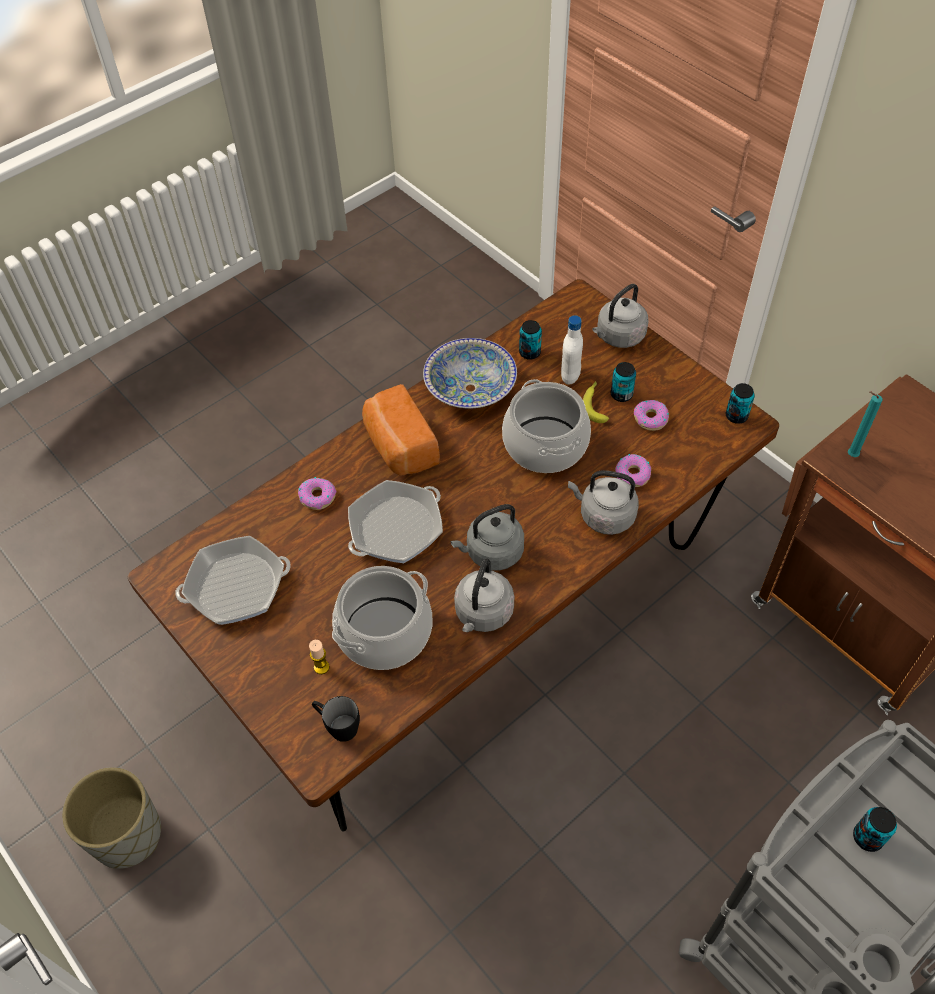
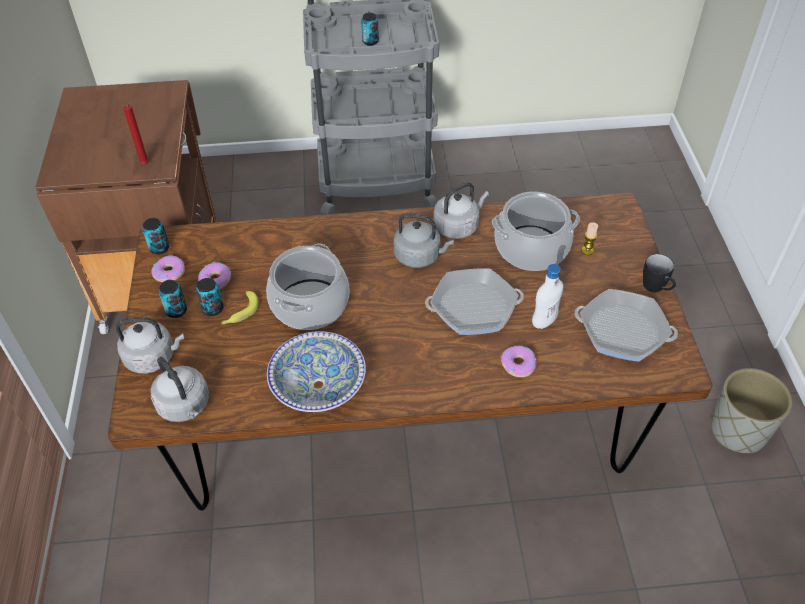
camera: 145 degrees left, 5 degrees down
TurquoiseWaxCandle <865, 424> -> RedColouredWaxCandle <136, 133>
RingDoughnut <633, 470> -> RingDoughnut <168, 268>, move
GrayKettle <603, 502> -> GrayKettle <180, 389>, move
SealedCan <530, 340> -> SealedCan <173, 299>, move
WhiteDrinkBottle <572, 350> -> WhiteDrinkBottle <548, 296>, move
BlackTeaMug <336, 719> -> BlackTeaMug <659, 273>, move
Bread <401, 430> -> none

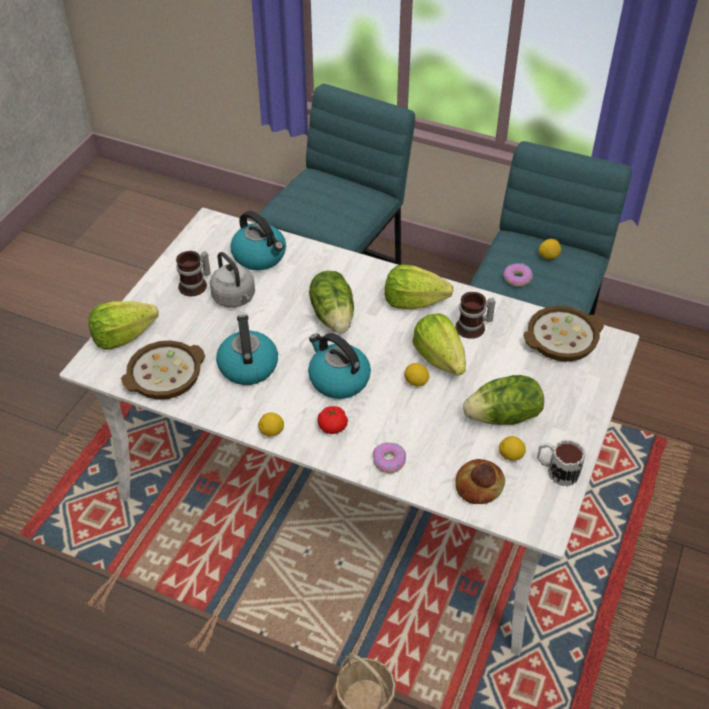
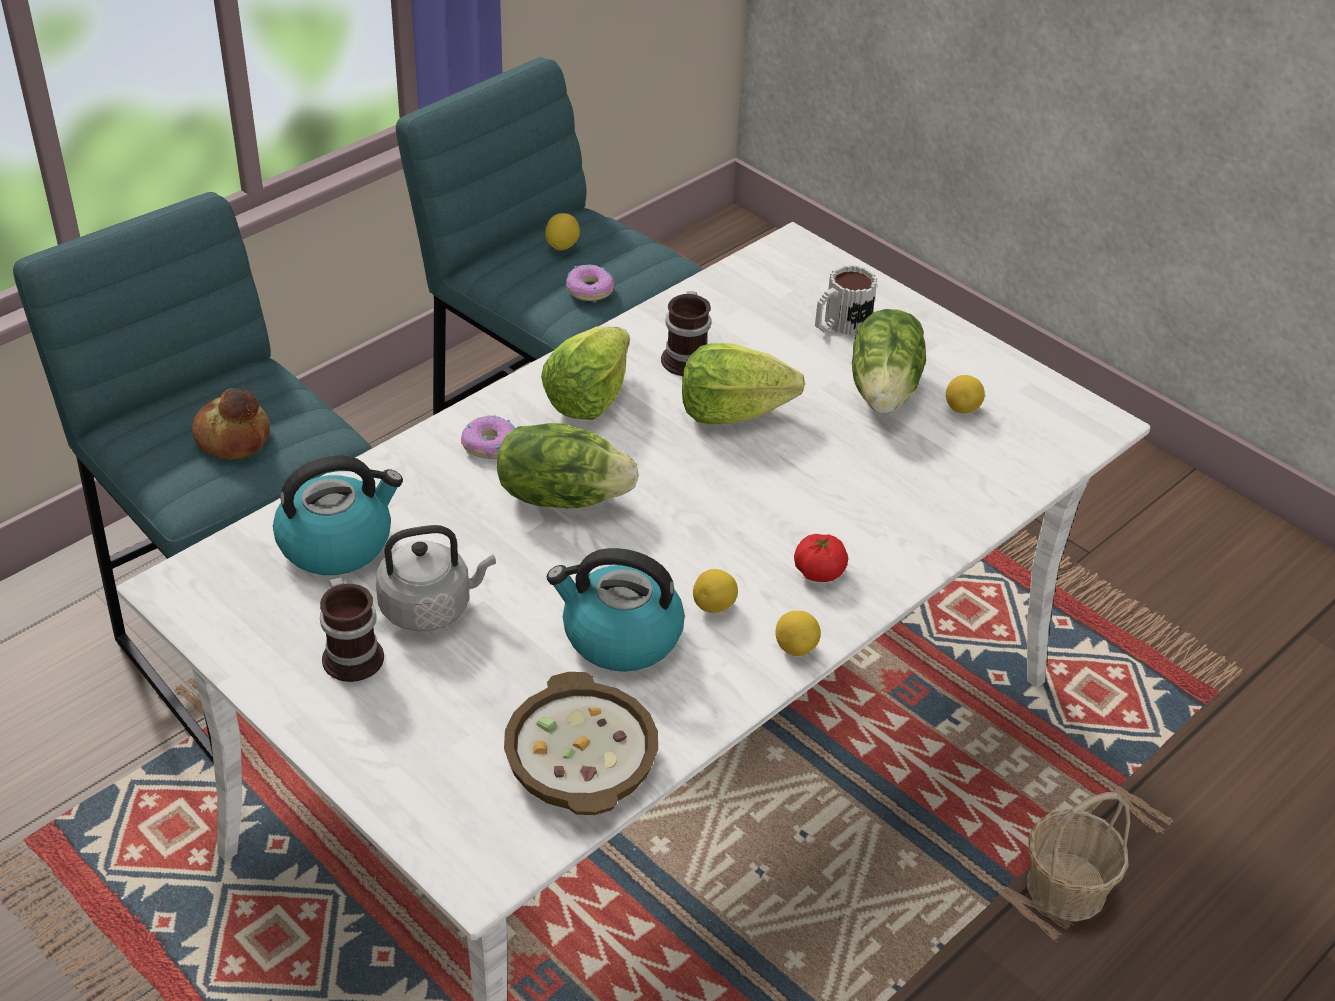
camera: 70 degrees left, 5 degrees down
Bread <480, 481> -> Bread <231, 423>, move
RingDoughnut <389, 458> -> RingDoughnut <488, 437>, move
CitrusFruit <417, 374> -> CitrusFruit <715, 591>, move
TeaMug <561, 463> -> TeaMug <846, 300>, move
HeadOfLettuce <123, 325> -> none
Kettle <339, 366> -> none
Bowl <563, 334> -> none

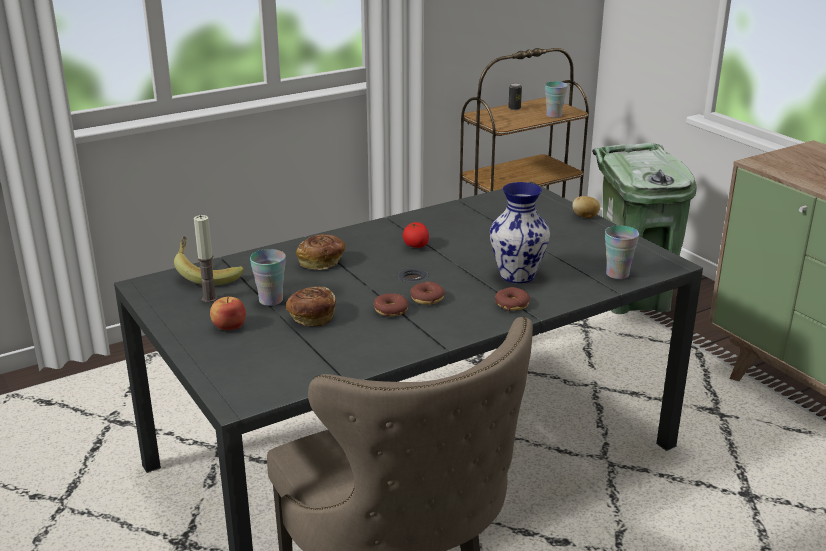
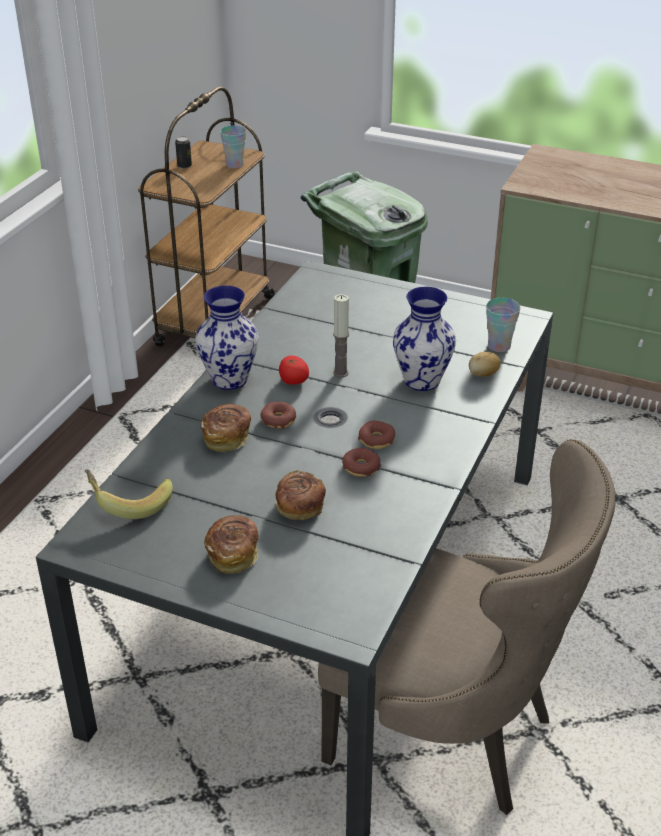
camera: 35 degrees left, 10 degrees up
none -> DecorativeVase <227, 337>
WholeApple <228, 313> -> Bread <231, 544>
RingDoughnut <512, 299> -> RingDoughnut <278, 415>, move
WaxCandle <205, 259> -> WaxCandle <341, 336>, move
Potato <586, 207> -> Potato <485, 364>, move
Cup <268, 277> -> none

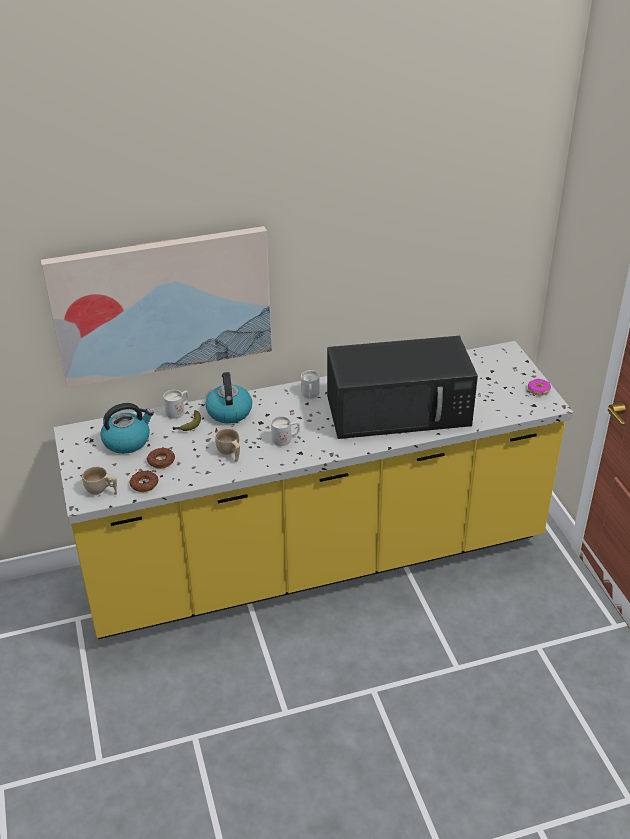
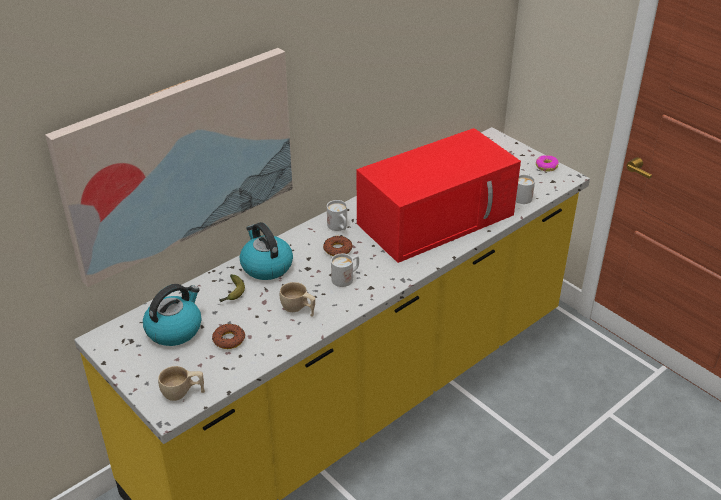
camera: 25 degrees left, 0 degrees up
RingDoughnut <144, 481> -> RingDoughnut <337, 246>, move
BlackKitchenMicrowave <402, 387> -> RedColouredKitchenMicrowave <439, 195>
WhiteTeaMug <176, 404> -> WhiteTeaMug <525, 188>, move

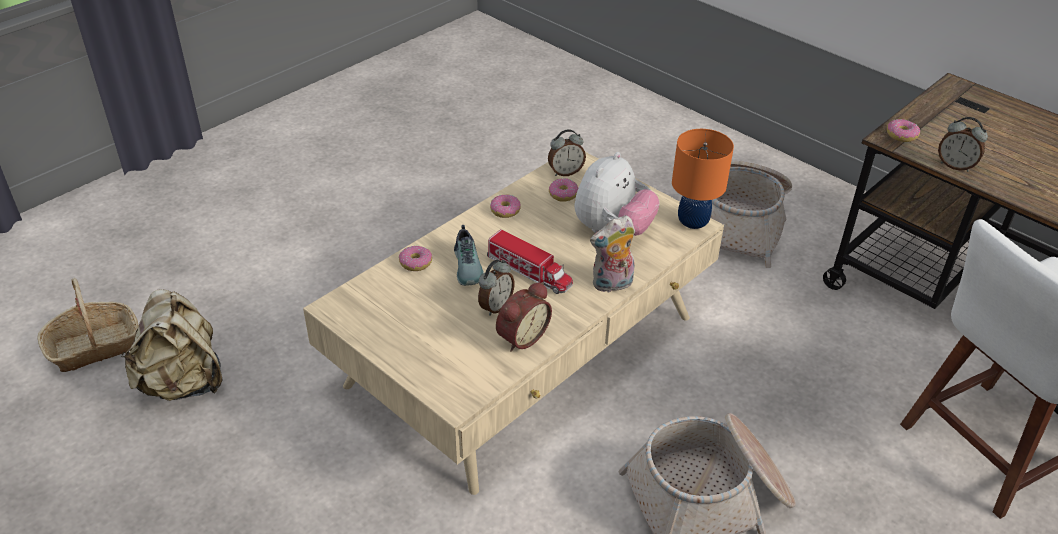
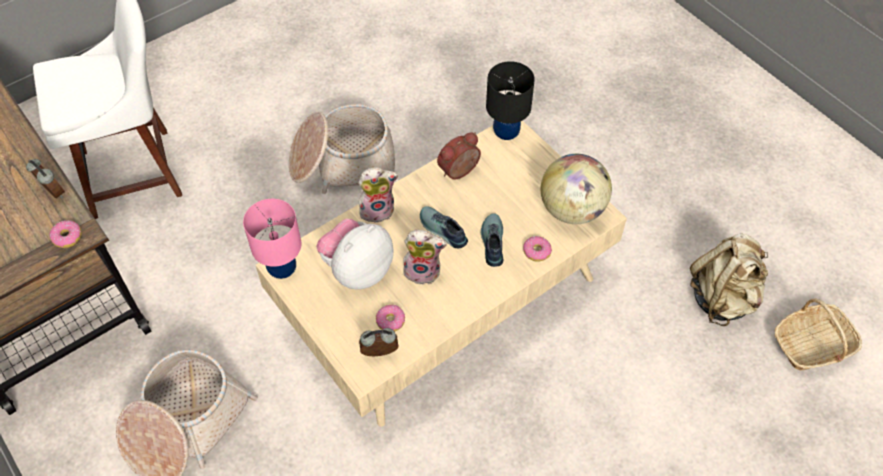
camera: 170 degrees left, 15 degrees up
OrangeColouredTabletopLamp <703, 179> -> PinkishTabletopLamp <272, 239>
none -> CuddlyToy <425, 257>
ToyLorry <530, 261> -> LowShoe <444, 227>
none -> BlackTabletopLamp <510, 100>
none -> DeskGlobe <576, 189>
TableClock <496, 288> -> none
RingDoughnut <505, 206> -> none

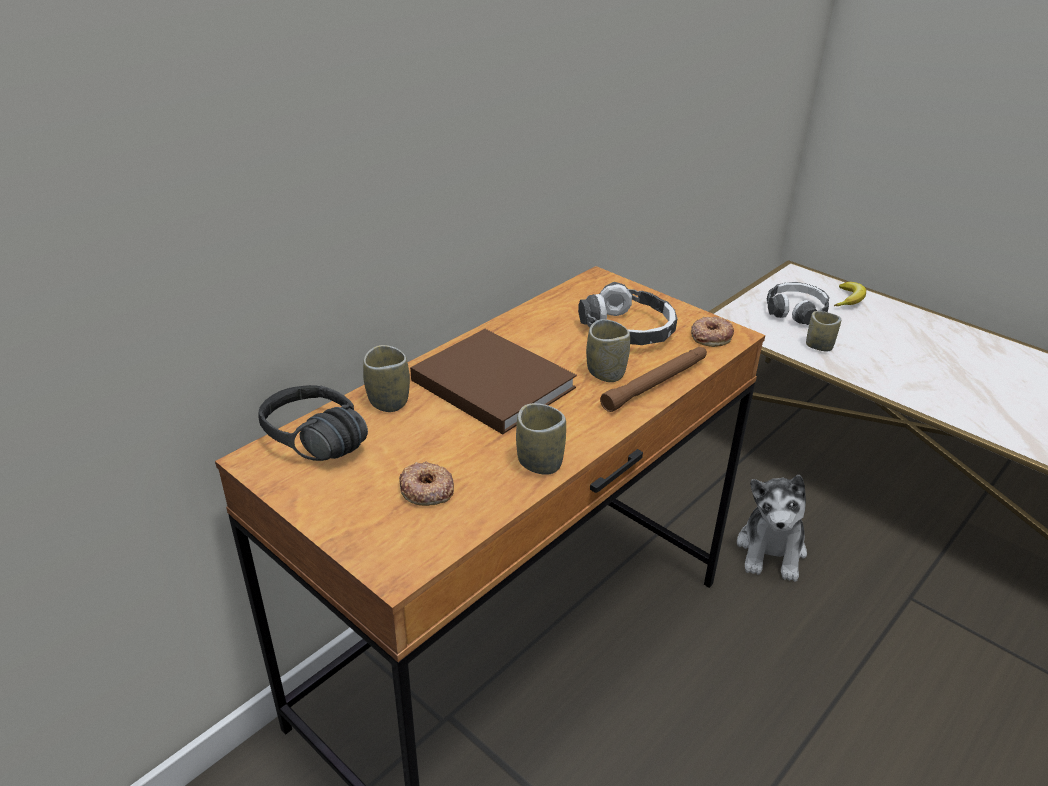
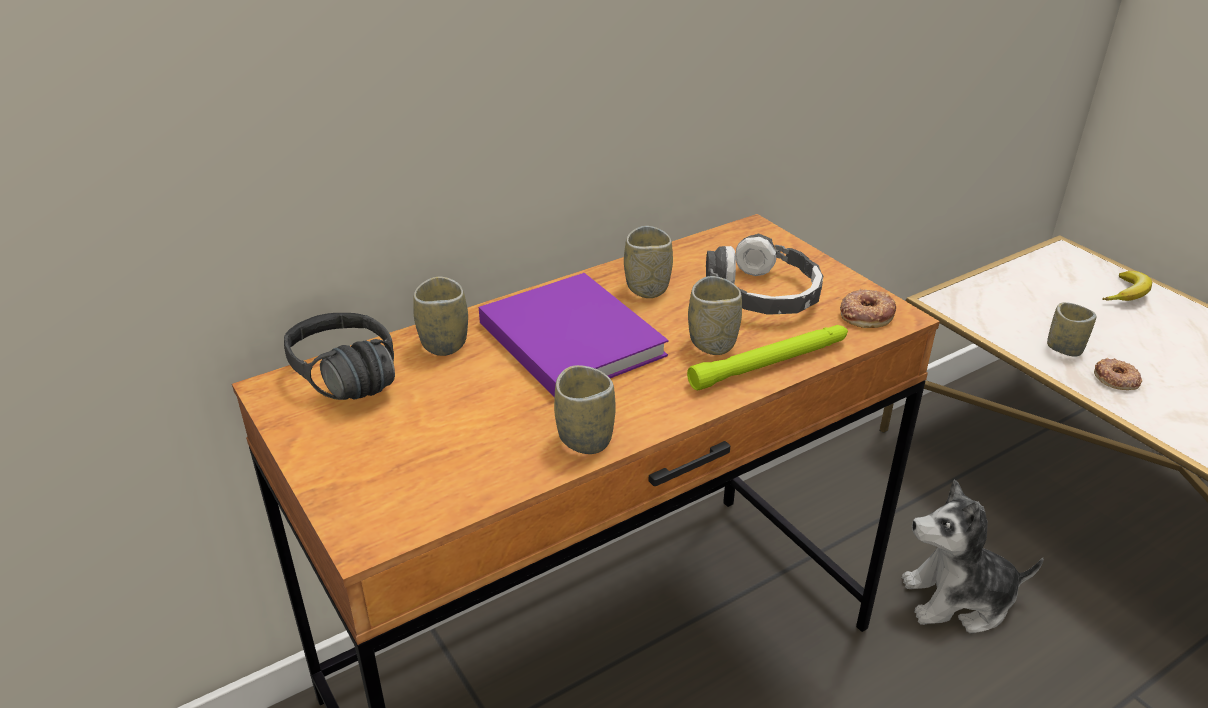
camera: 15 degrees right, 0 degrees up
BrownVolume <493, 382> -> PurplishVolume <574, 335>
none -> Cup <648, 262>
BrownTorch <653, 379> -> GreenTorch <767, 357>
CuddlyToy <772, 528> -> CuddlyToy <973, 556>, 60 degrees clockwise
RingDoughnut <426, 483> -> RingDoughnut <1118, 374>, move
Headset <798, 303> -> none

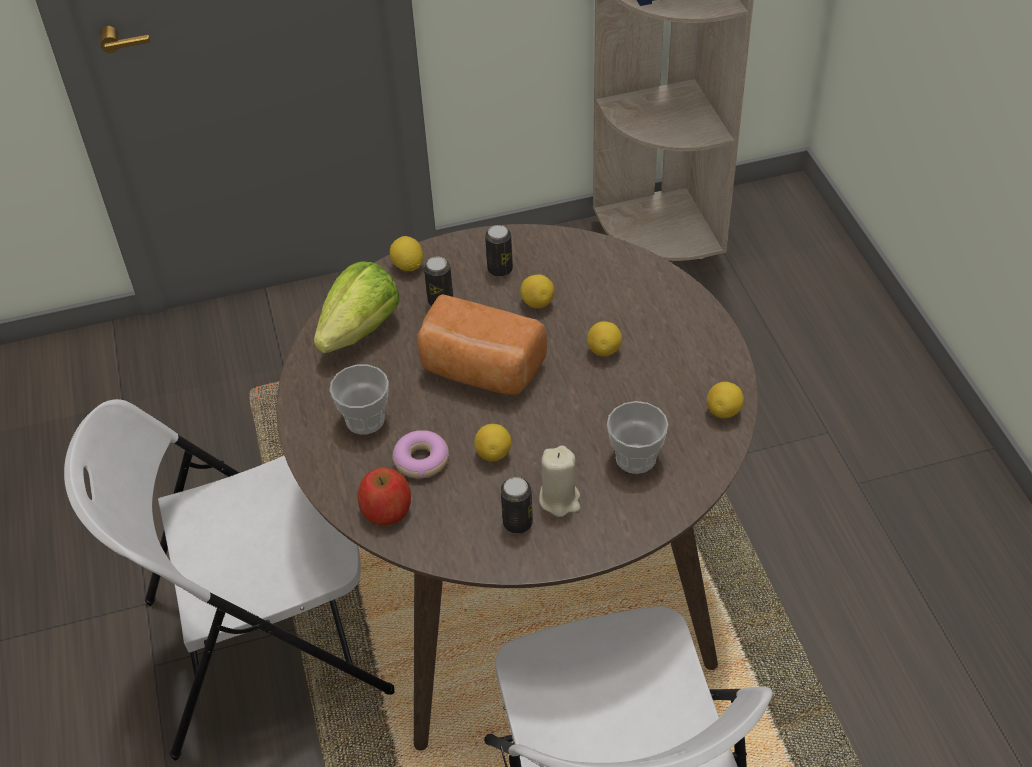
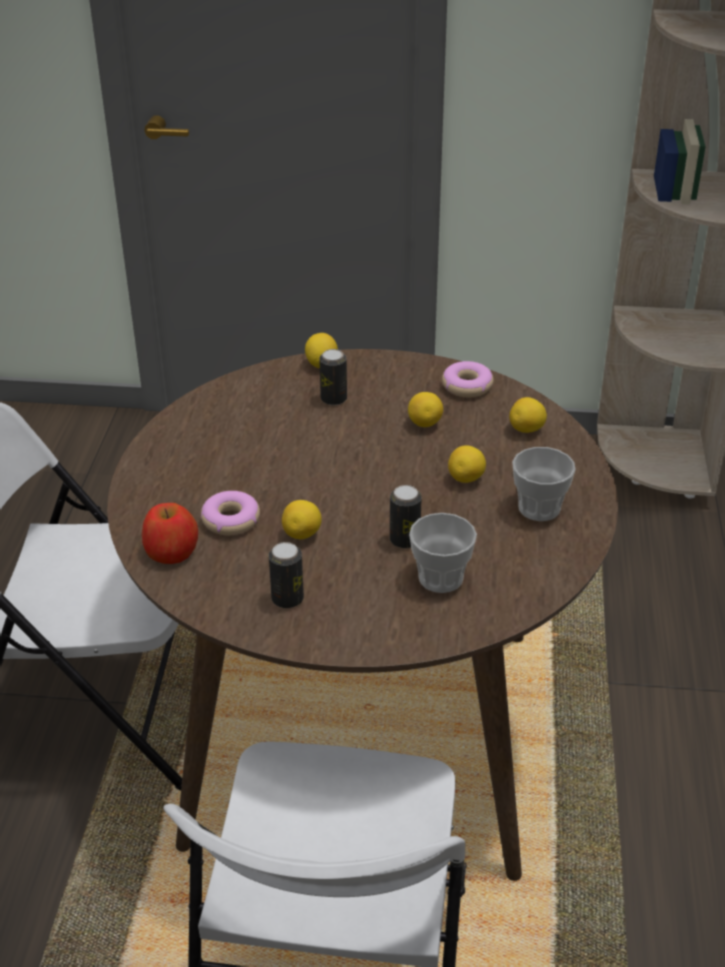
camera: 20 degrees right, 10 degrees down
SealedCan <499, 251> -> SealedCan <406, 516>, move
none -> RingDoughnut <467, 379>
CitrusFruit <725, 400> -> CitrusFruit <528, 415>, move
Cup <359, 399> -> Cup <544, 484>, move
HeadOfLettuce <357, 307> -> none
Bread <482, 344> -> none
SandColouredWaxCandle <559, 481> -> none

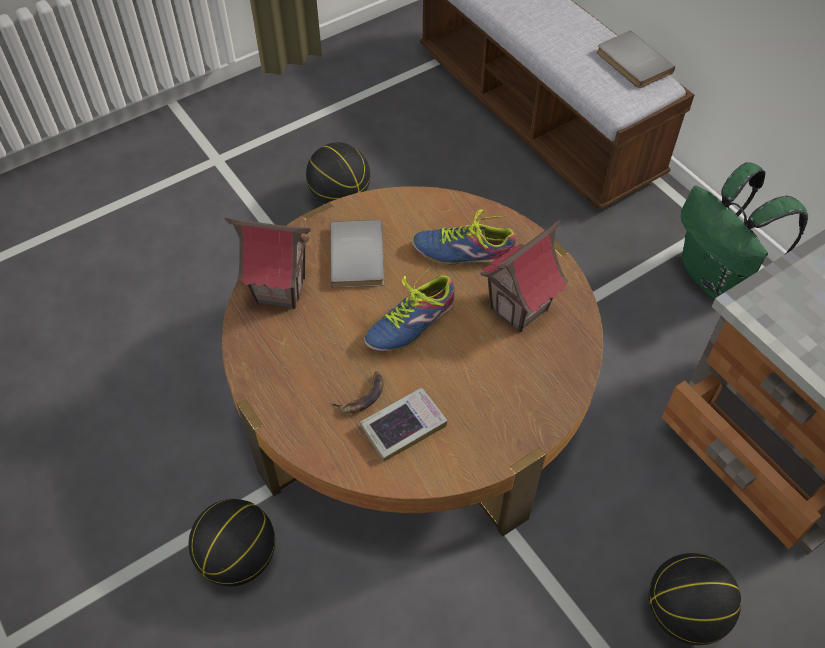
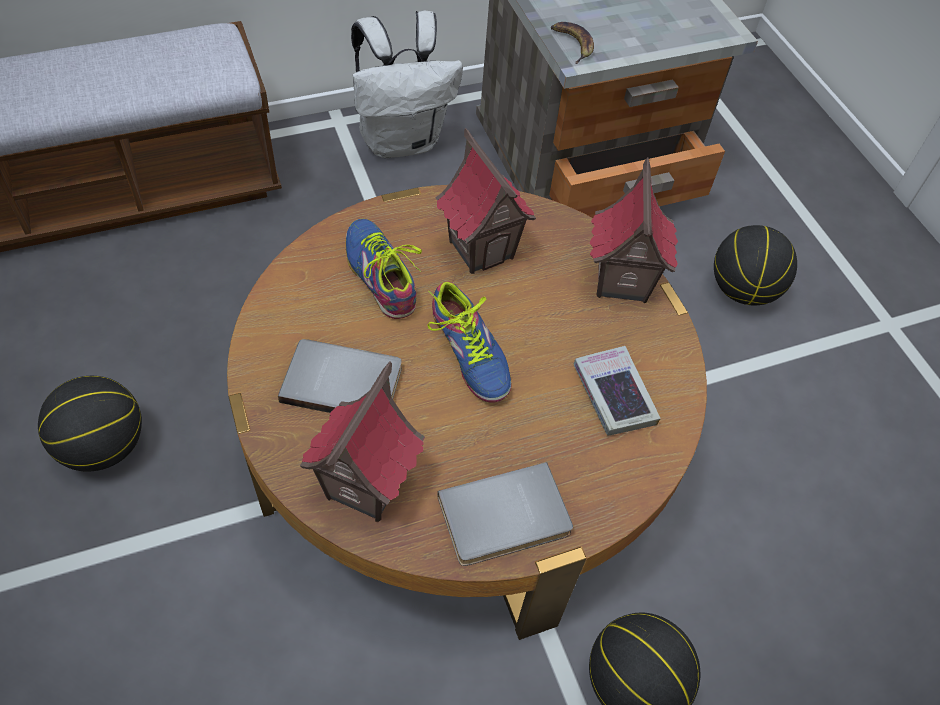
camera: 80 degrees left, 0 degrees up
LowShoe <464, 237> -> LowShoe <383, 269>, 135 degrees clockwise
GreenKnapsack <744, 230> -> WhiteKnapsack <407, 84>
GrayVolume <636, 59> -> GrayVolume <505, 514>, move
WholeBanana <357, 392> -> WholeBanana <572, 43>, move
none -> ModelHouse <633, 230>

